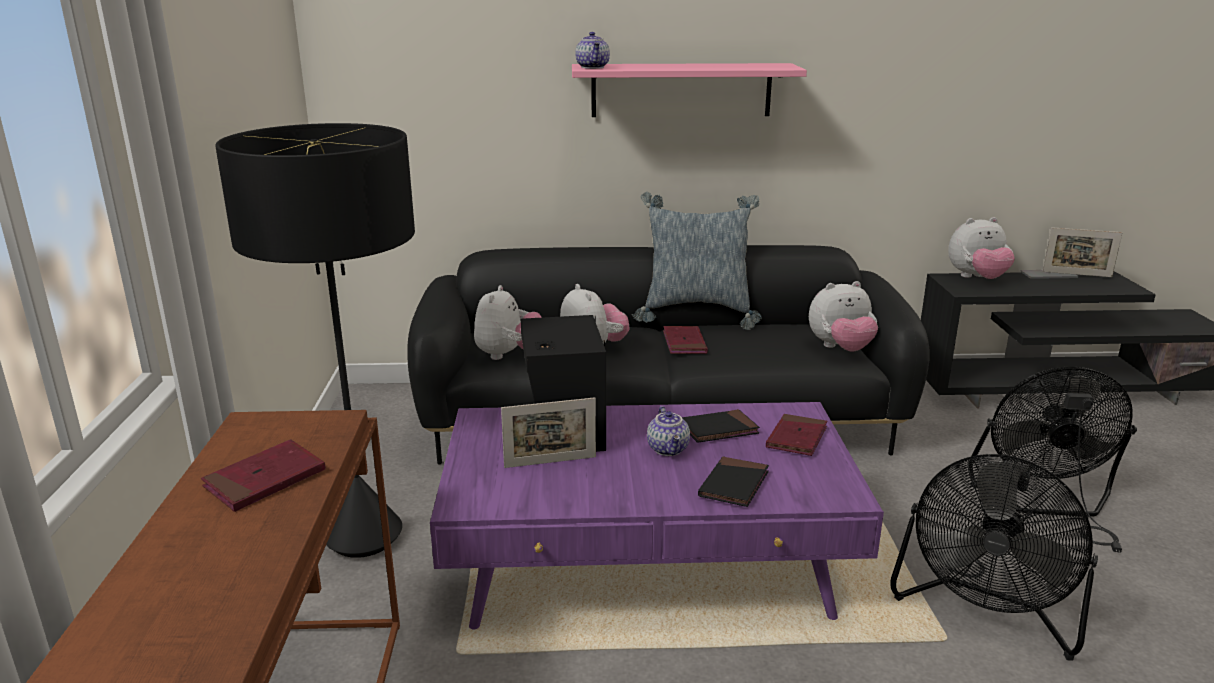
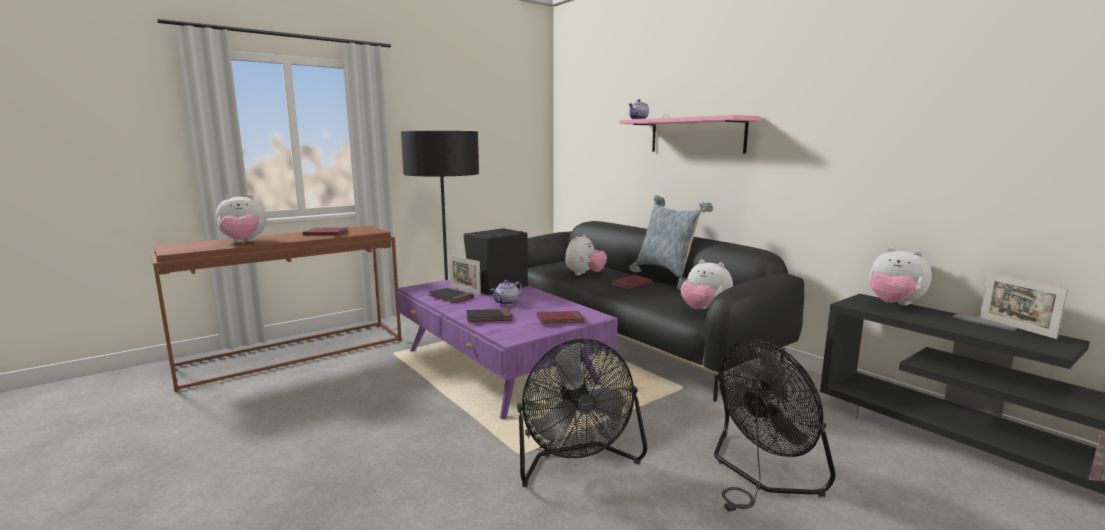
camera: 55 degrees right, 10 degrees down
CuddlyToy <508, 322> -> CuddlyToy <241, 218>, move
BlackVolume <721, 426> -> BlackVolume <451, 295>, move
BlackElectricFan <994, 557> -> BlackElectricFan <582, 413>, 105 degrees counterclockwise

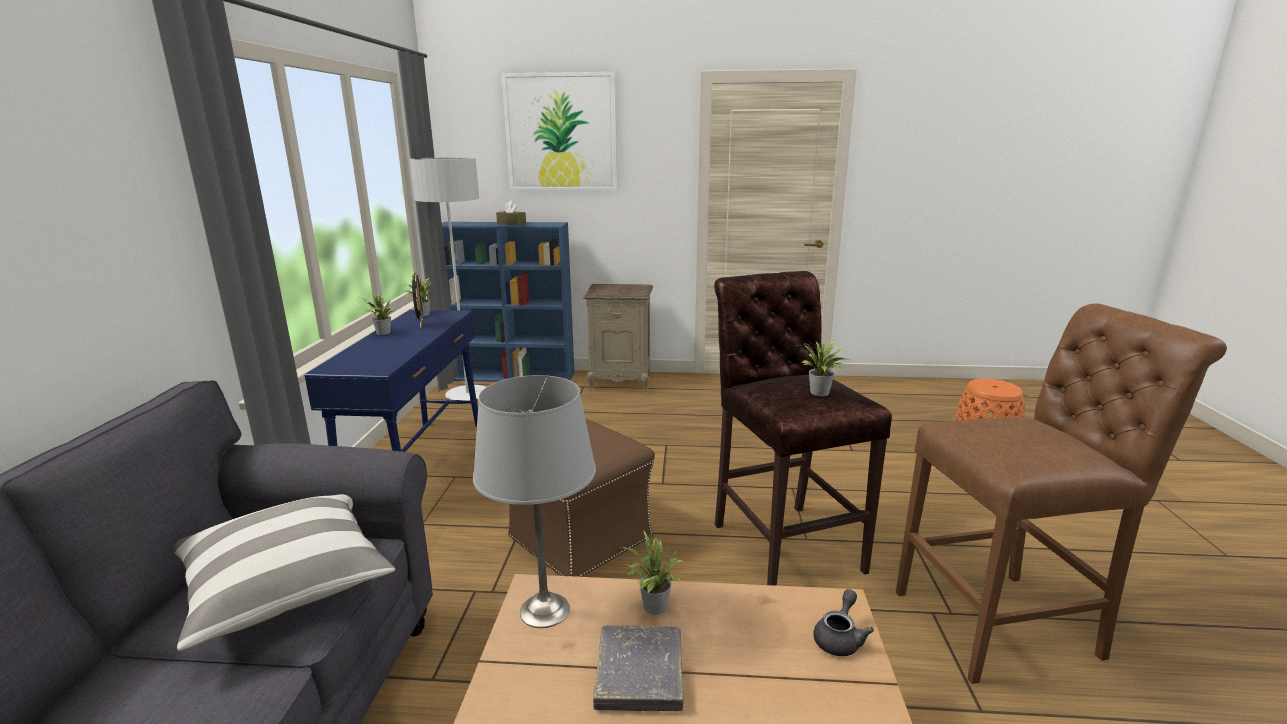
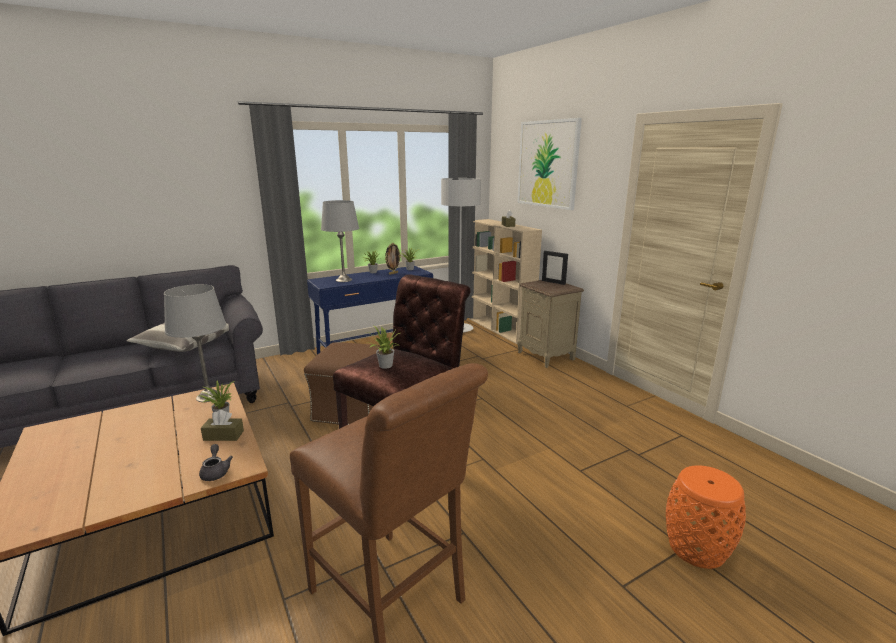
camera: 55 degrees right, 0 degrees up
GrayTeapot <844, 622> -> GrayTeapot <216, 462>, 105 degrees counterclockwise
none -> BrownTissueHolder <222, 425>
none -> GrayTabletopLamp <340, 241>
BlueColouredBookshelf <506, 302> -> SandColouredBookshelf <505, 281>
none -> PhotoFrame <555, 268>
GrayVolume <638, 668> -> none

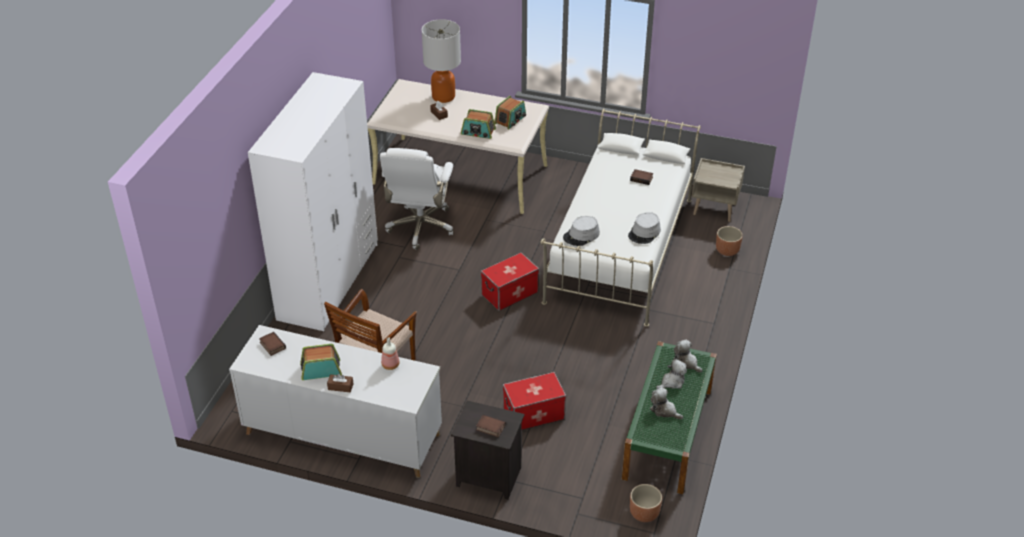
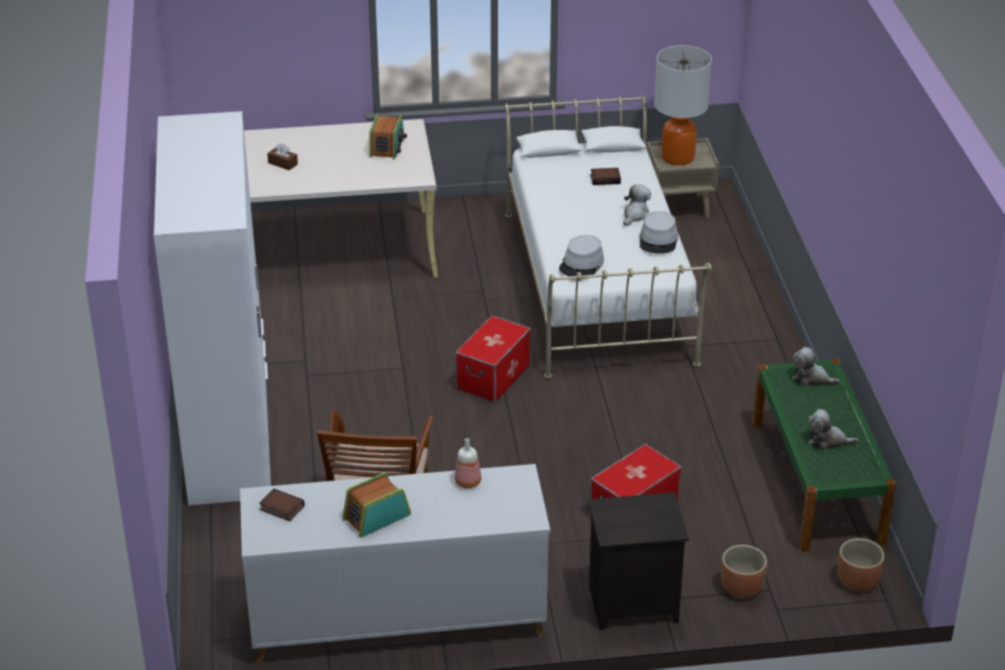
camera: 25 degrees left, 5 degrees down
CuddlyToy <671, 374> -> CuddlyToy <637, 205>, move
TabletopLamp <441, 61> -> TabletopLamp <683, 105>, move
BrownPlantPot <729, 241> -> BrownPlantPot <744, 571>, move
BrownTissueHolder <340, 383> -> none
WhiteDeskChair <417, 199> -> none
Radio <478, 124> -> none
Volume <491, 425> -> none

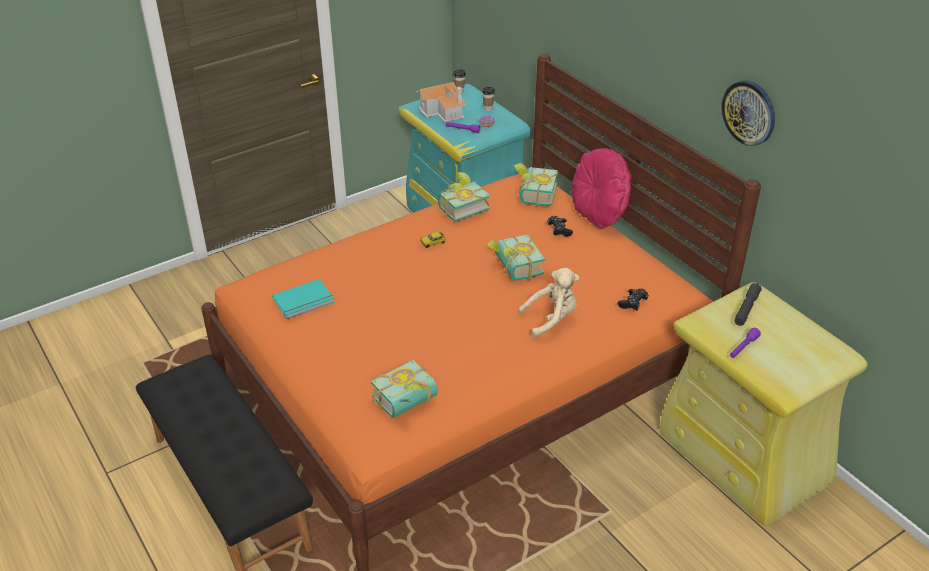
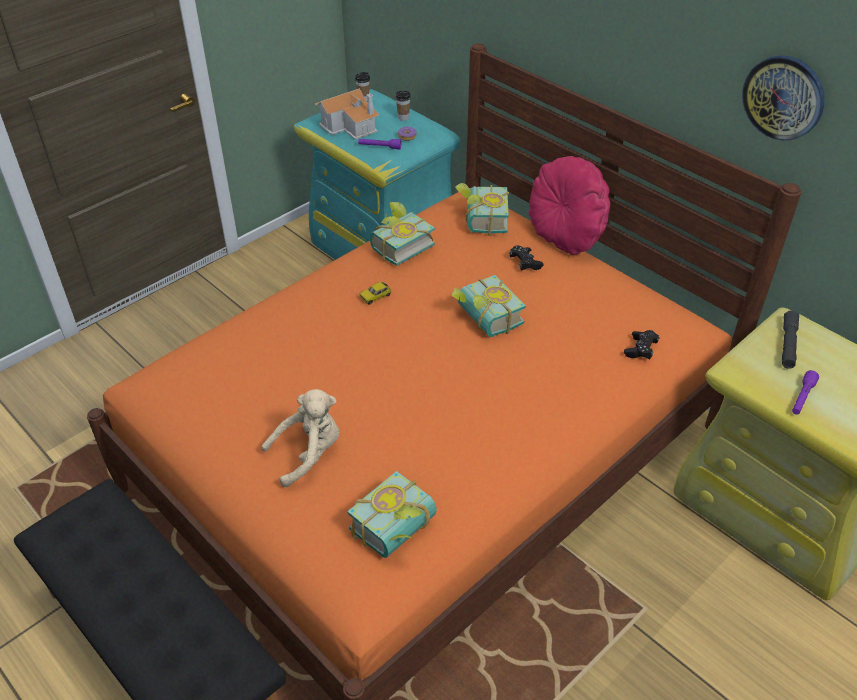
camera: 10 degrees left, 5 degrees up
SandColouredCuddlyToy <548, 303> -> SandColouredCuddlyToy <300, 438>, move
TurquoiseVolume <303, 299> -> none

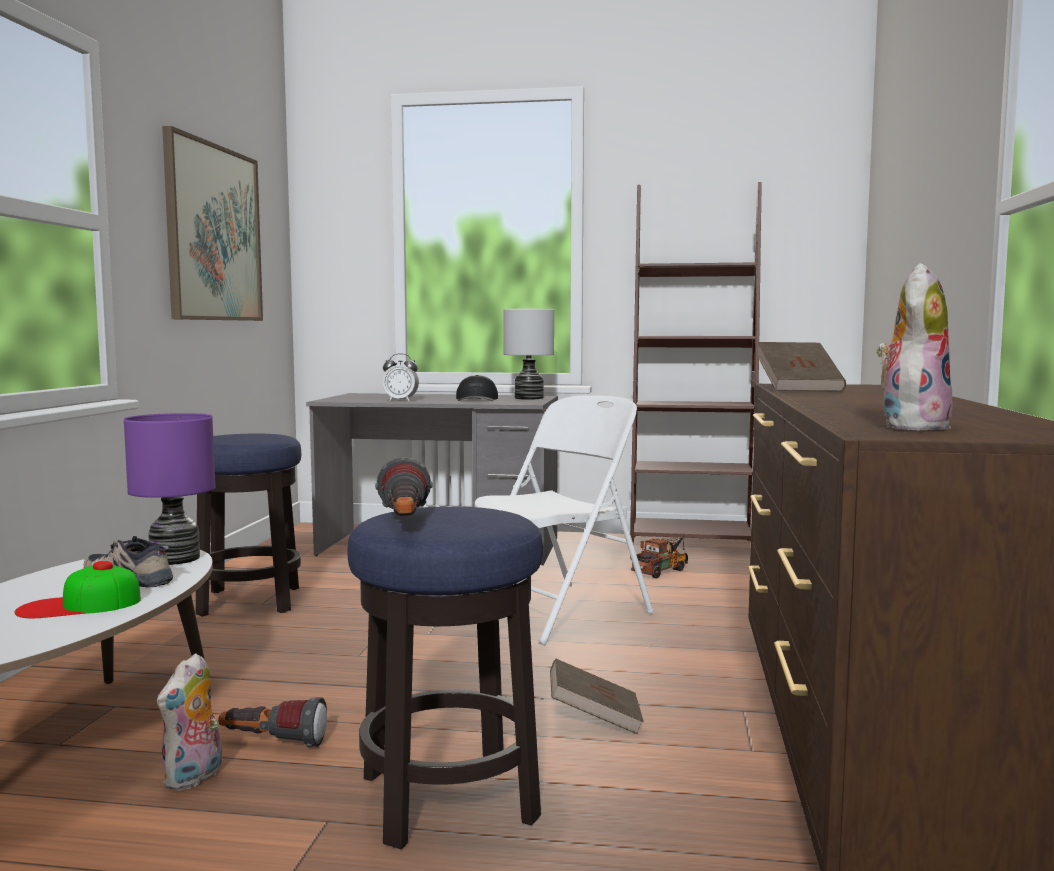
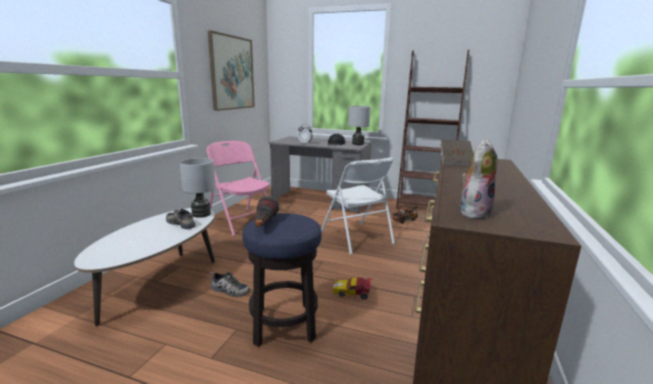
camera: 10 degrees right, 10 degrees up
PurplishTabletopLamp <169, 489> -> GrayTabletopLamp <198, 188>
SittingStool <248, 525> -> PinkishPlainChair <238, 188>
Torch <273, 722> -> LowShoe <229, 284>
WhitePlainChair <564, 520> -> WhitePlainChair <358, 206>, 90 degrees clockwise
BrownVolume <597, 696> -> ToyCar <353, 288>
Cap <78, 589> -> none
CuddlyToy <189, 722> -> none

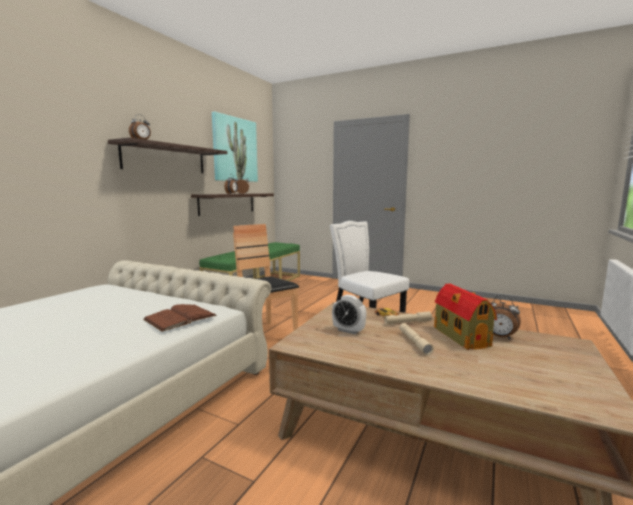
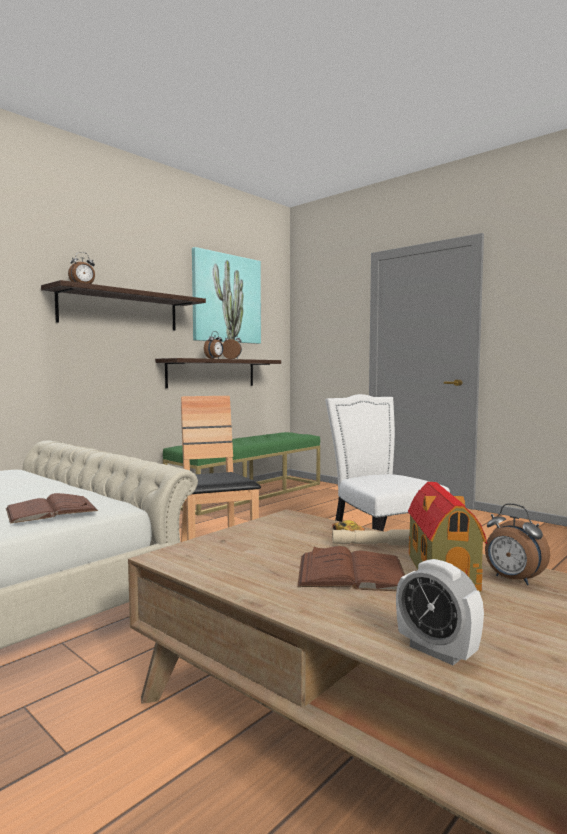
camera: 15 degrees right, 5 degrees down
SandColouredTorch <416, 339> -> BrownVolume <351, 568>
TableClock <349, 315> -> TableClock <440, 612>, move

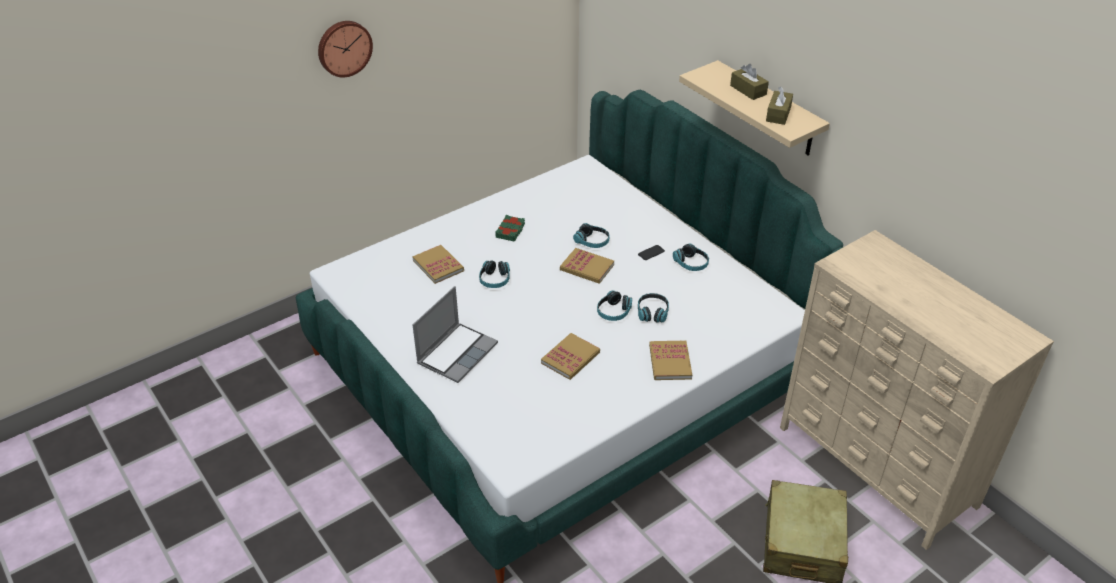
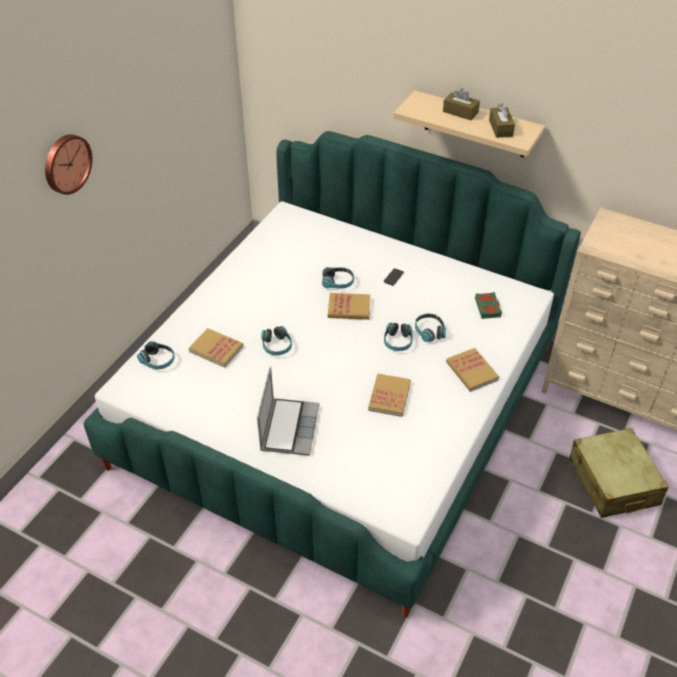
camera: 25 degrees left, 5 degrees up
Headset <691, 257> -> Headset <156, 355>, move
GreenVolume <510, 228> -> GreenVolume <488, 305>, move

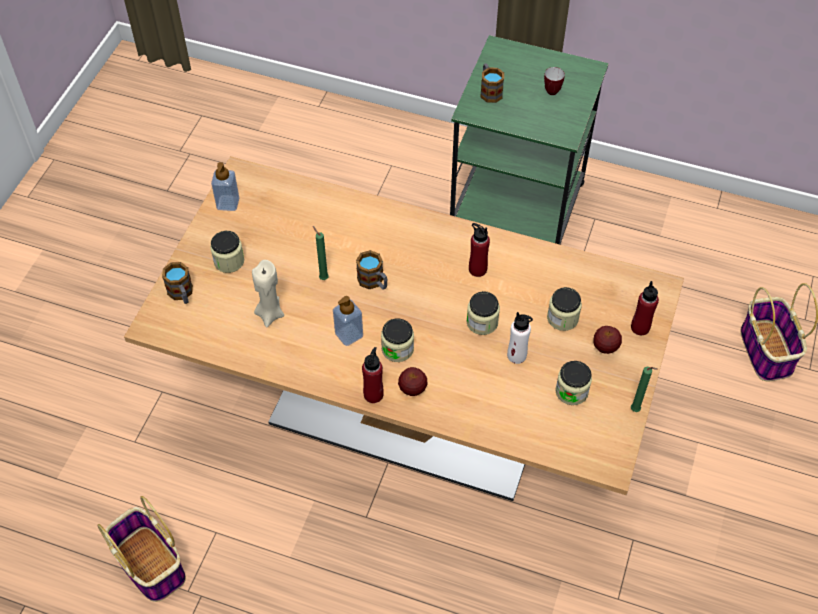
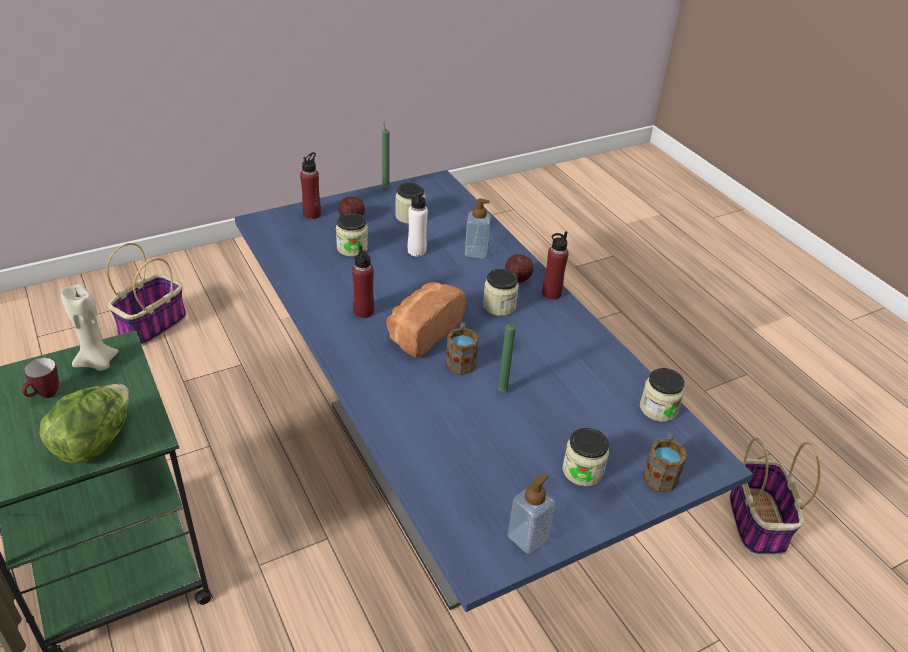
camera: 140 degrees left, 15 degrees down
TeaMug <492, 83> -> HeadOfLettuce <84, 423>
SandColouredWaxCandle <268, 294> -> SandColouredWaxCandle <89, 327>, move
SandColouredDinnerTable <404, 328> -> BlueColouredDinnerTable <493, 391>
none -> Bread <426, 320>
LiquidSoapBottle <348, 321> -> LiquidSoapBottle <478, 228>, move
StorageJar <483, 313> -> StorageJar <662, 395>, move

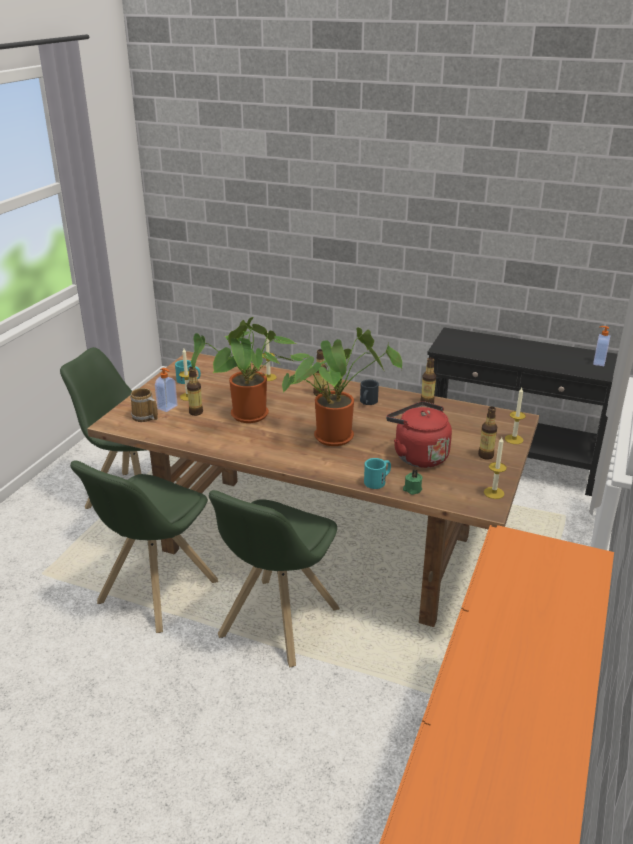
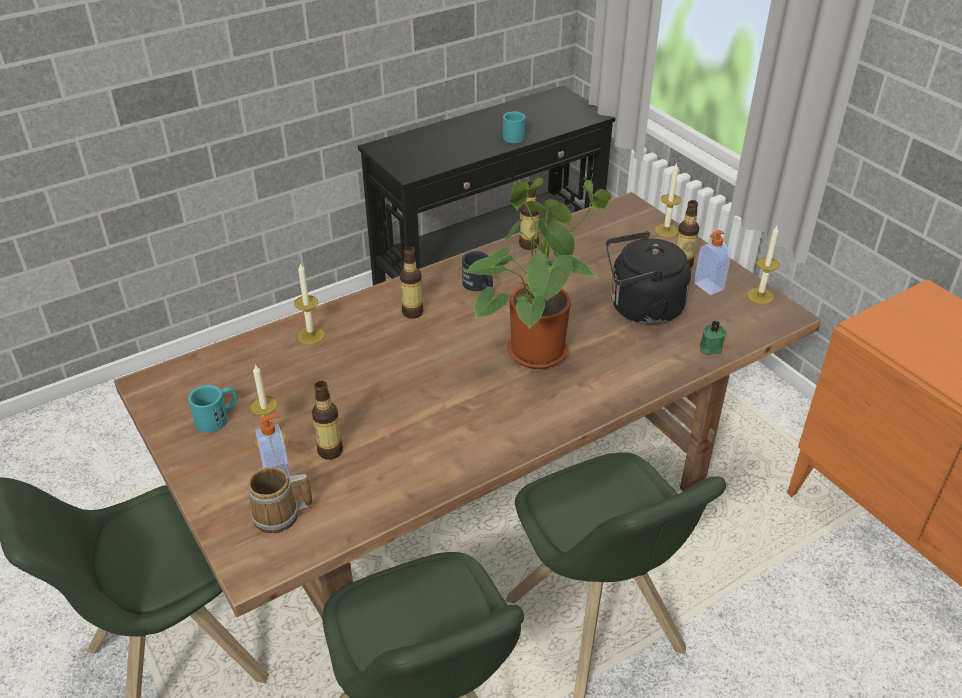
camera: 55 degrees left, 10 degrees up
TurquoiseTeaMug <377, 473> -> TurquoiseTeaMug <514, 127>, move
RedColouredKettle <419, 434> -> BlackKettle <648, 278>
LiquidSoapBottle <601, 346> -> LiquidSoapBottle <712, 262>, move
Houseplant <243, 370> -> none

